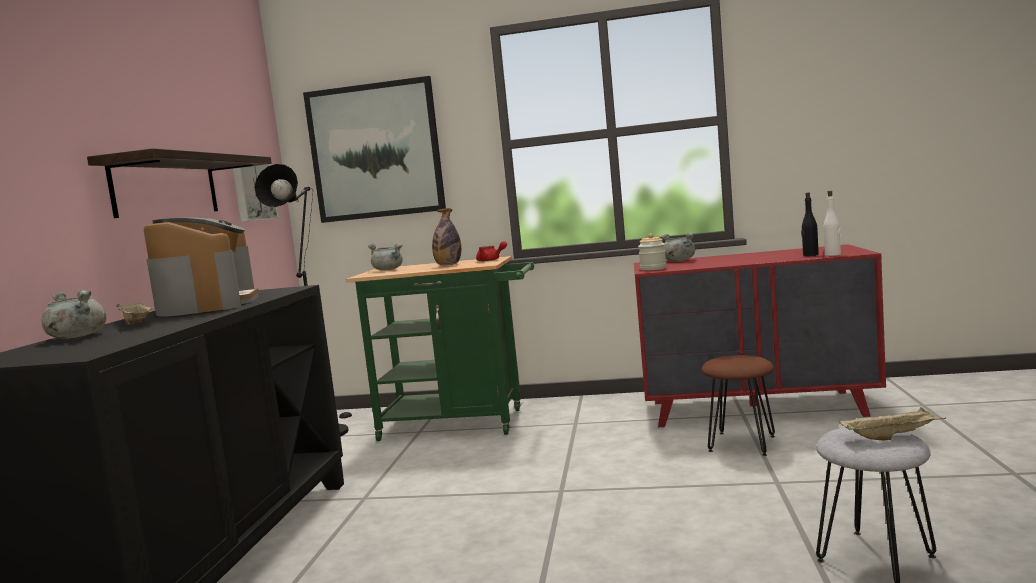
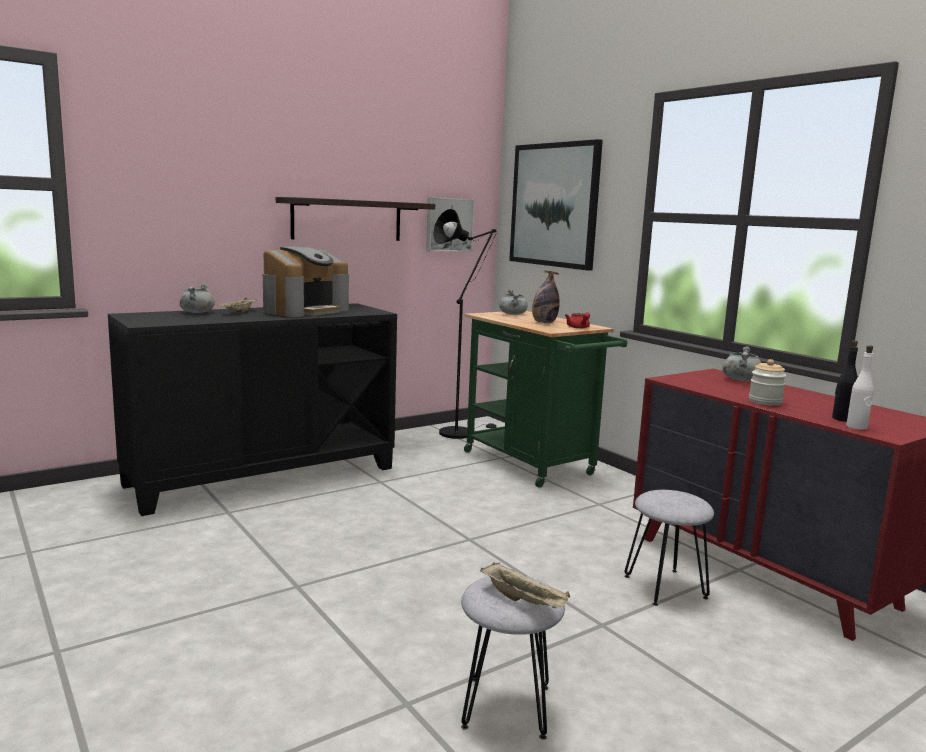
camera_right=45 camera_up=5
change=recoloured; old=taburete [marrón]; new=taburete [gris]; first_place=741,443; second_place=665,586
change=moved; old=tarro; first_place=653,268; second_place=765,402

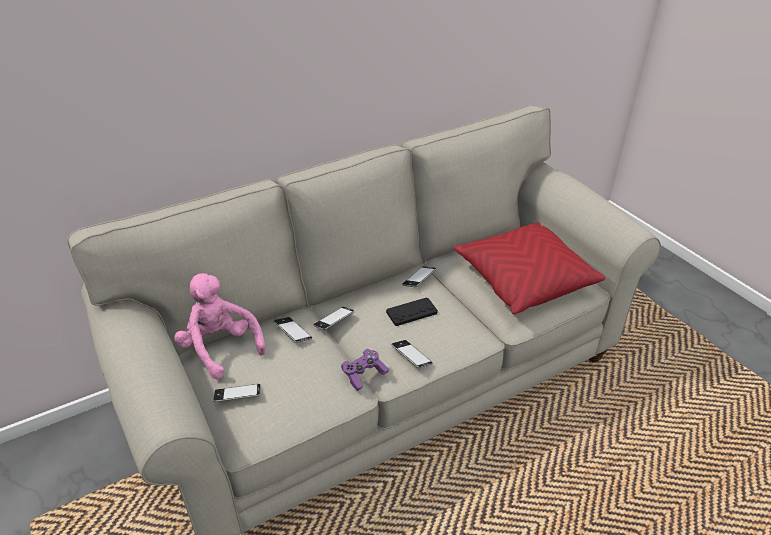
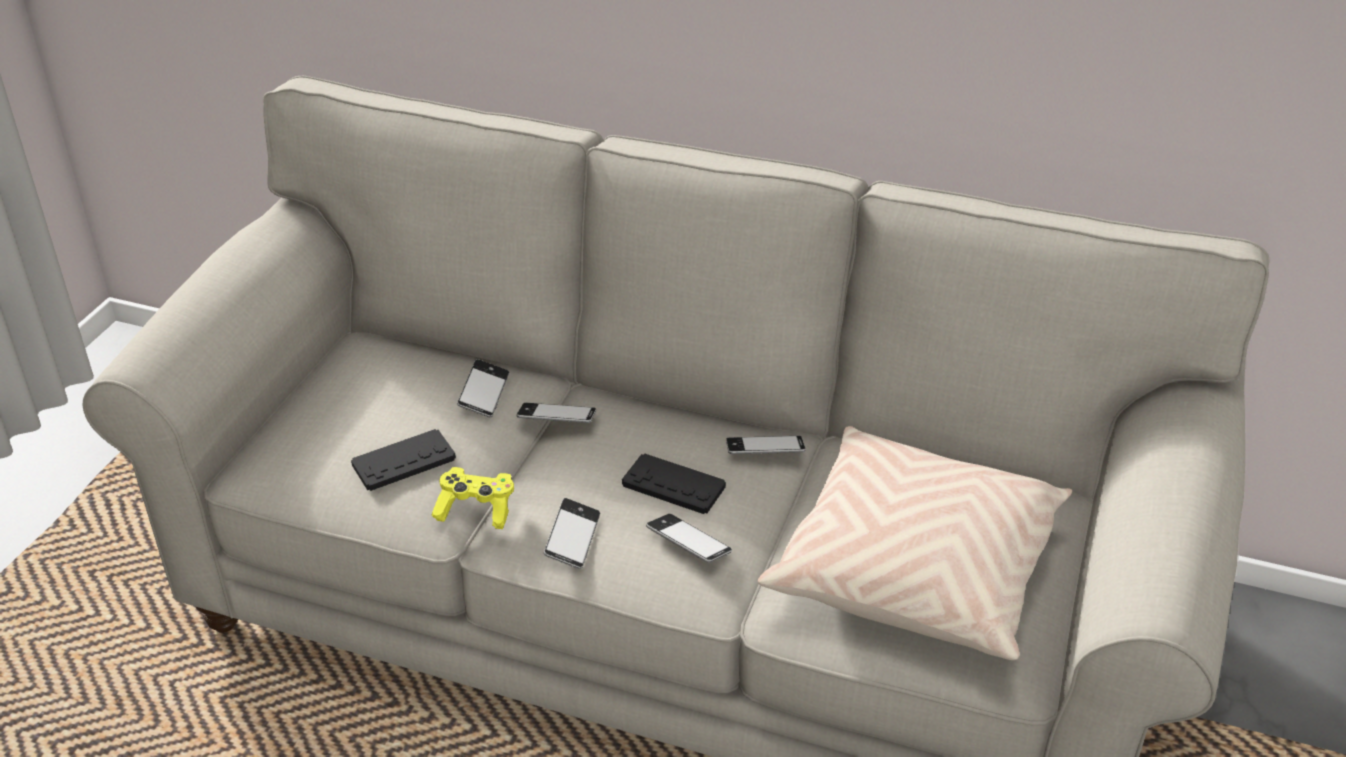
camera_right=50 camera_up=0
change=added; new=mando de consola [negro]; second_place=404,461
change=recoloured; old=mando de consola [morado]; new=mando de consola [amarillo]; first_place=364,374; second_place=476,509
change=moved; old=móvil; first_place=237,395; second_place=688,543
change=recoloured; old=cojín [rojo]; new=cojín [beis]; first_place=523,280; second_place=915,568
change=removed; old=peluche [rosa]; first_place=220,348

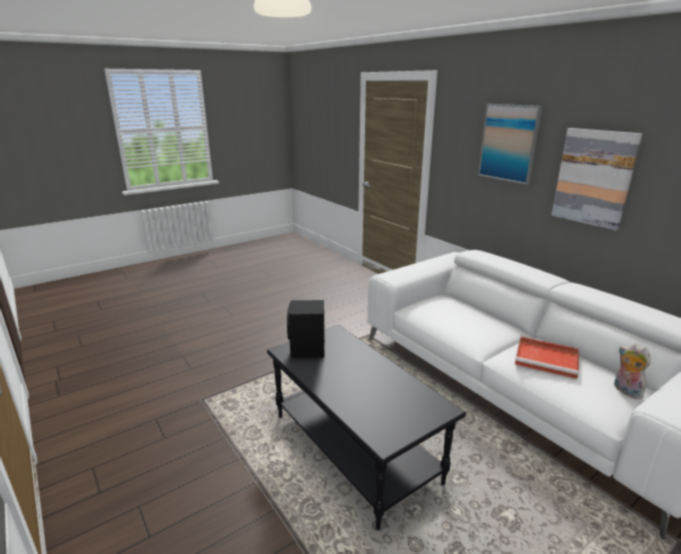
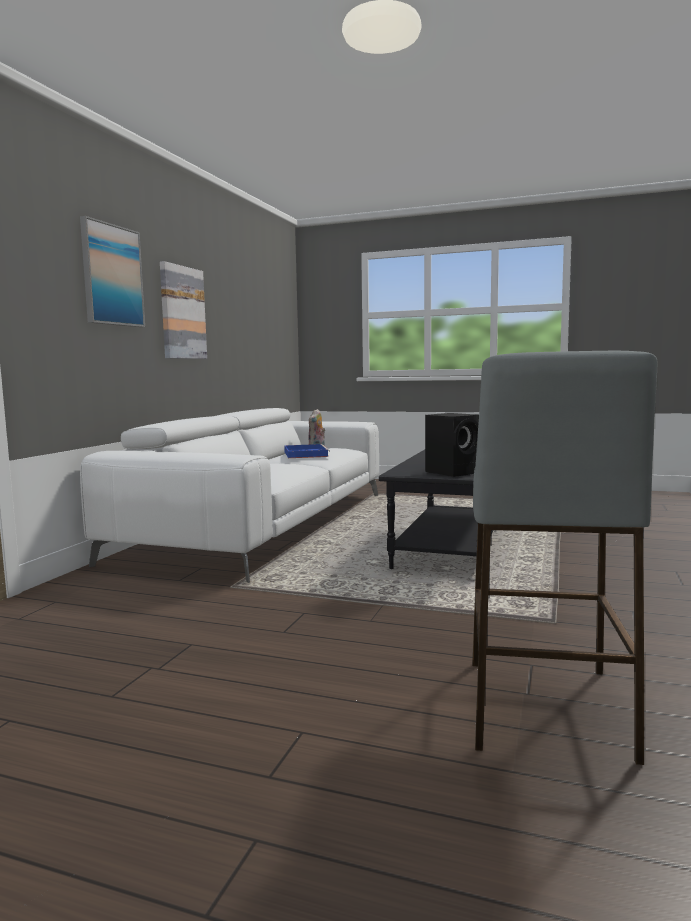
camera_right=-125 camera_up=-15
change=recoloured; old=bandeja [rojo]; new=bandeja [azul]; first_place=548,359; second_place=305,454
change=added; new=taburete [gris]; second_place=545,707

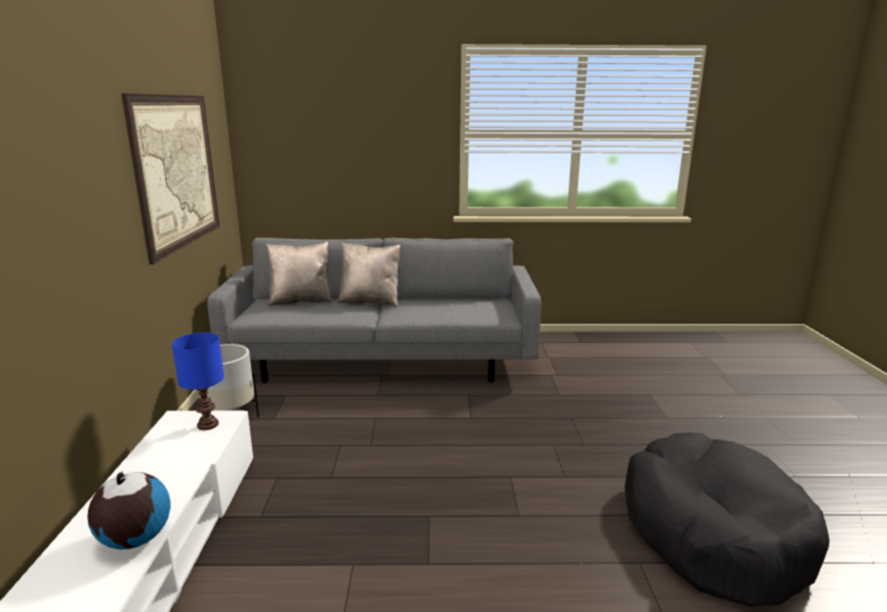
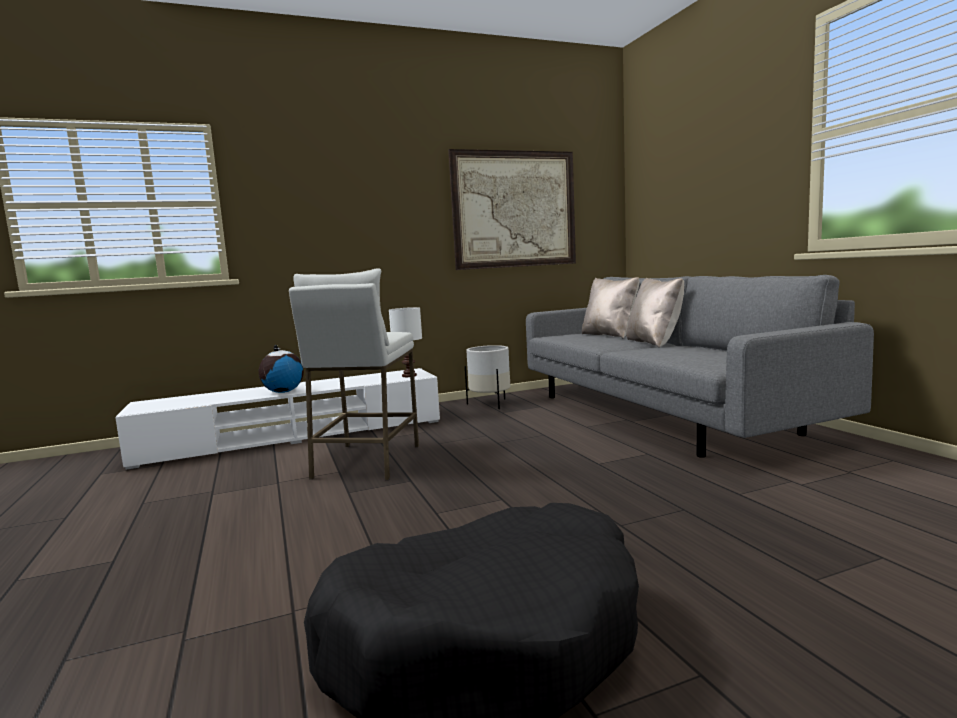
camera_right=70 camera_up=-10
change=added; new=taburete [blanco]; second_place=366,462
change=recoloured; old=lámpara de mesa [azul]; new=lámpara de mesa [blanco]; first_place=208,425; second_place=409,376

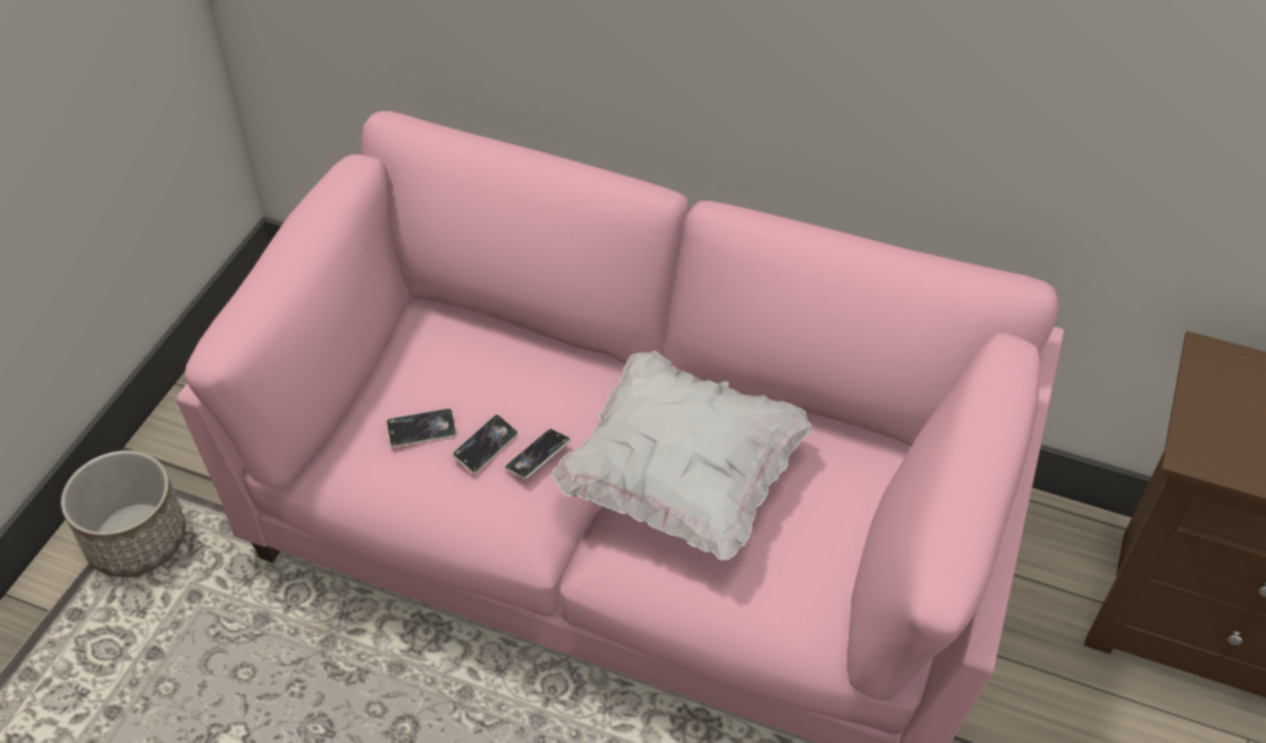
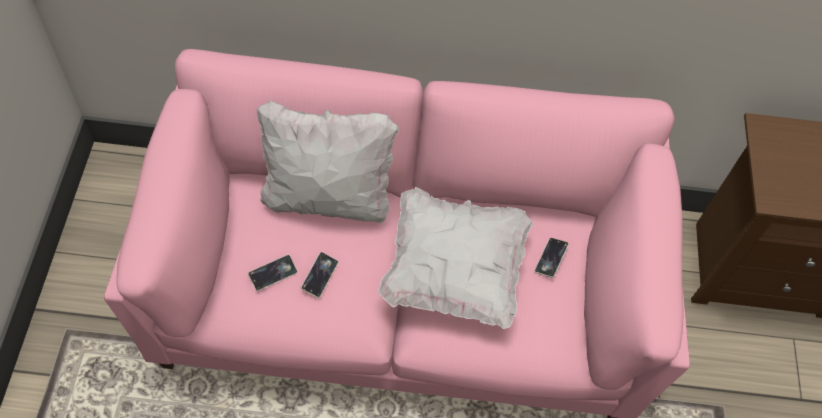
camera_right=-20 camera_up=10
change=added; new=cojín [blanco]; second_place=327,199
change=moved; old=móvil; first_place=538,456; second_place=551,259
change=removed; old=maceta; first_place=137,539

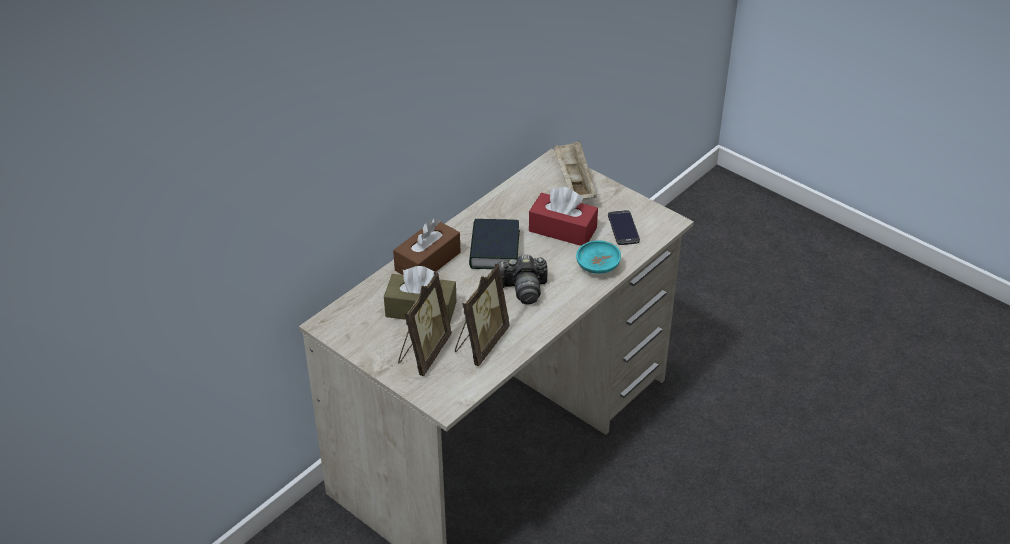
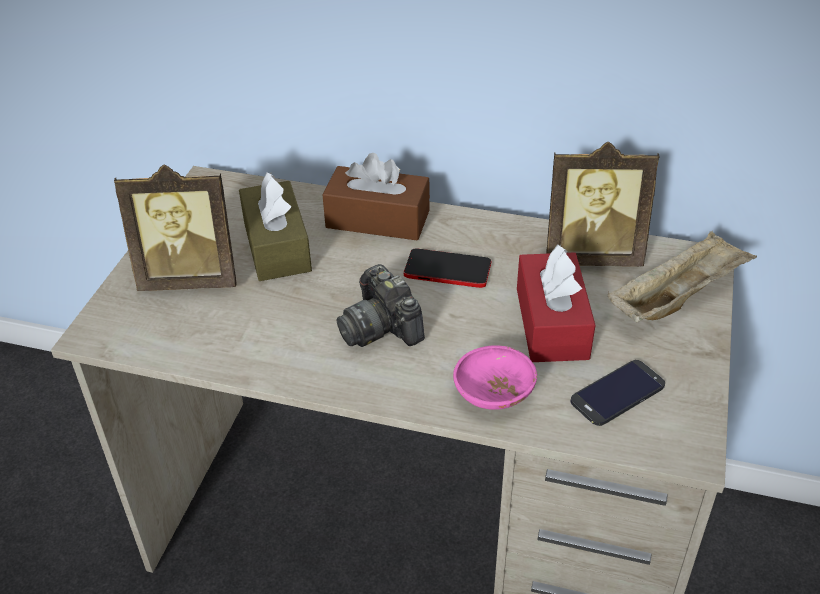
camera_right=65 camera_up=0
change=replaced; old=libro; new=móvil; first_place=494,250; second_place=447,270
change=recoloured; old=cuenco [turquesa]; new=cuenco [rosa]; first_place=597,267; second_place=493,394
change=moved; old=portarretratos; first_place=480,343; second_place=591,255

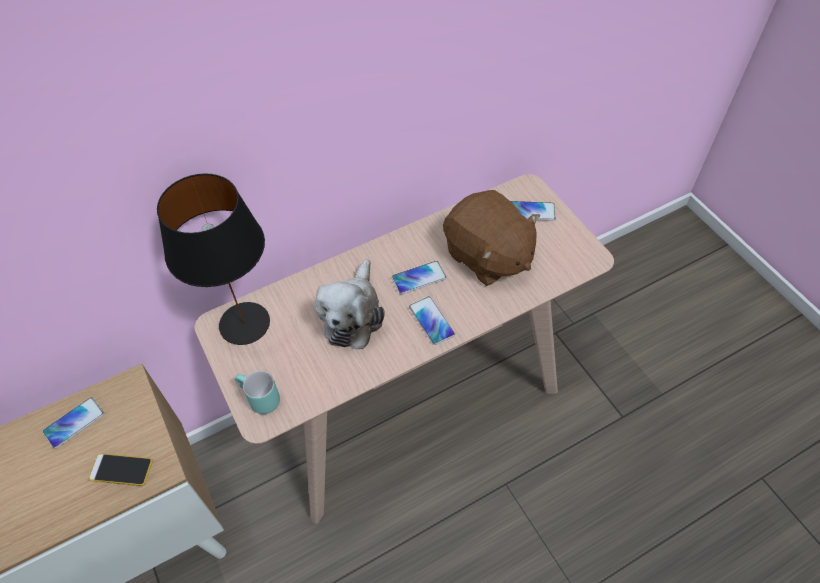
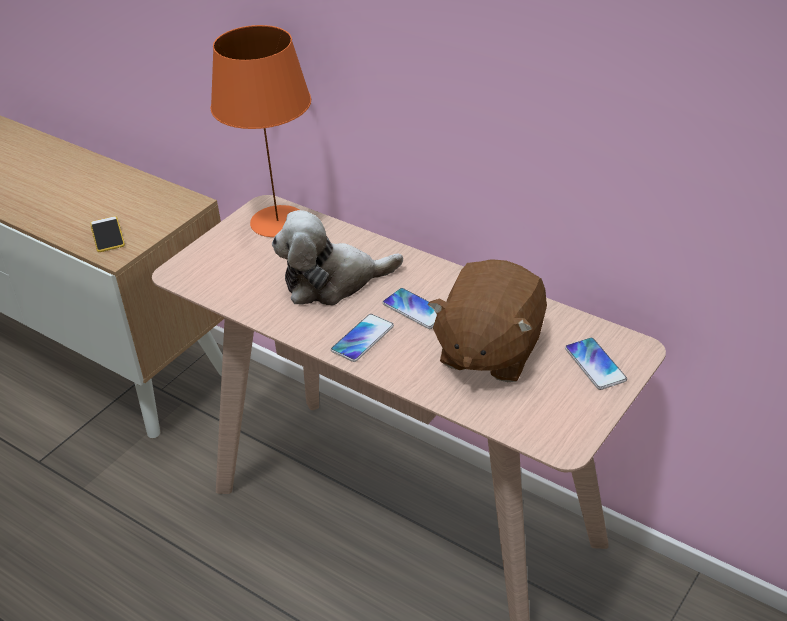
camera_right=65 camera_up=-15
change=recoloured; old=lámpara de mesa [negro]; new=lámpara de mesa [naranja]; first_place=243,323; second_place=277,221
change=removed; old=móvil; first_place=74,423
change=removed; old=taza grande [turquesa]; first_place=258,400

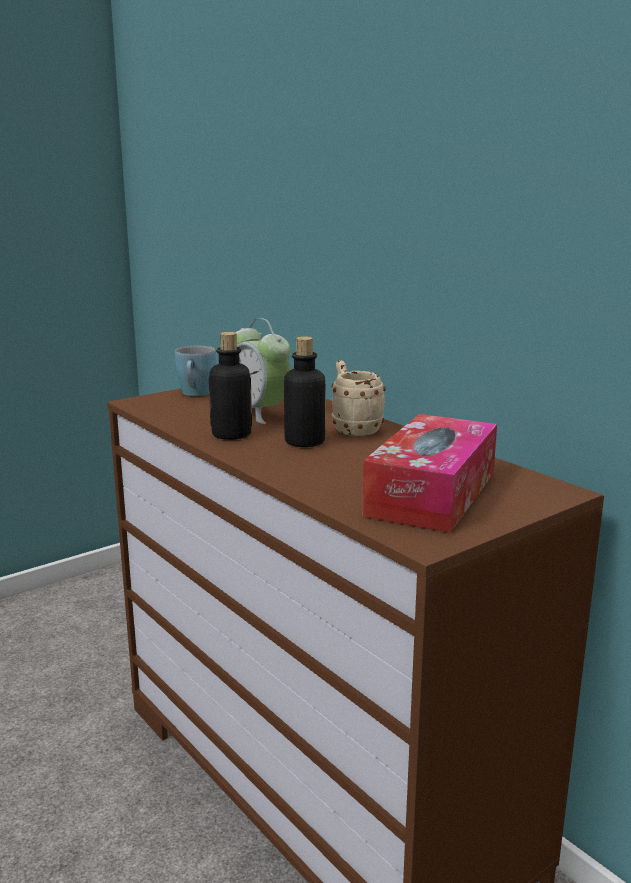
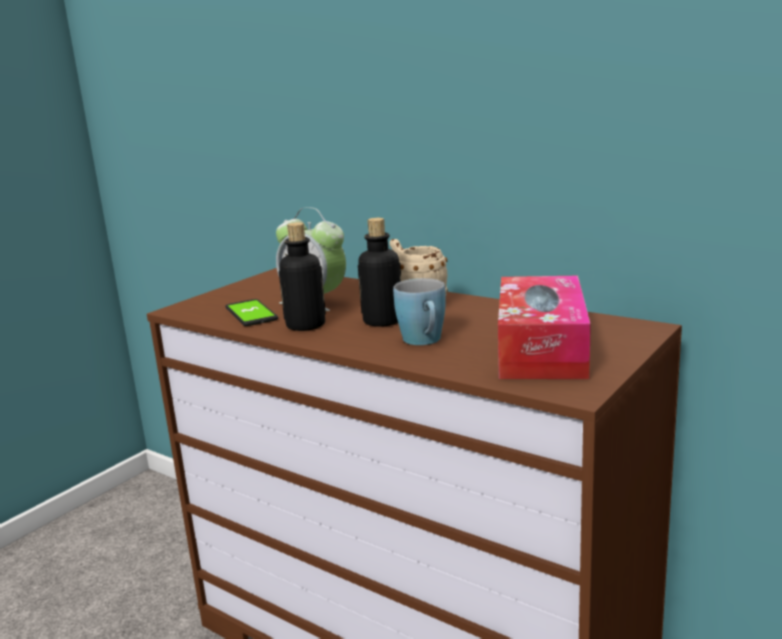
camera_right=-15 camera_up=0
change=added; new=móvil; second_place=251,314
change=moved; old=taza grande [azul]; first_place=196,394; second_place=424,342

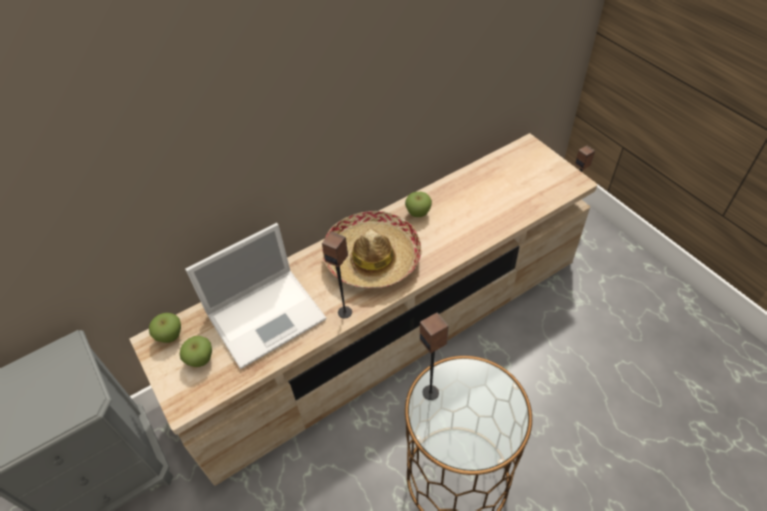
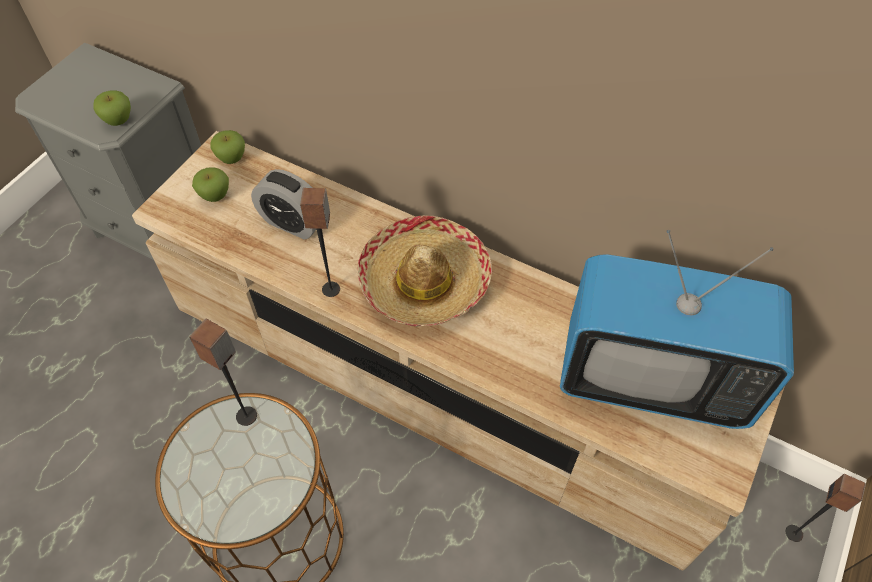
camera_right=60 camera_up=5
change=moved; old=manzana; first_place=418,213; second_place=118,120
change=replaced; old=portátil; new=despertador; first_place=268,315; second_place=293,223
change=added; new=televisor; second_place=652,379

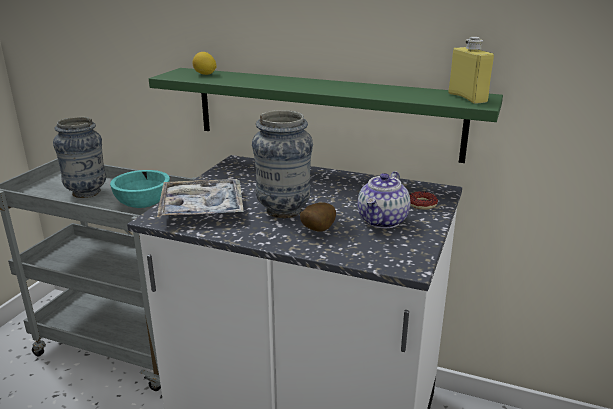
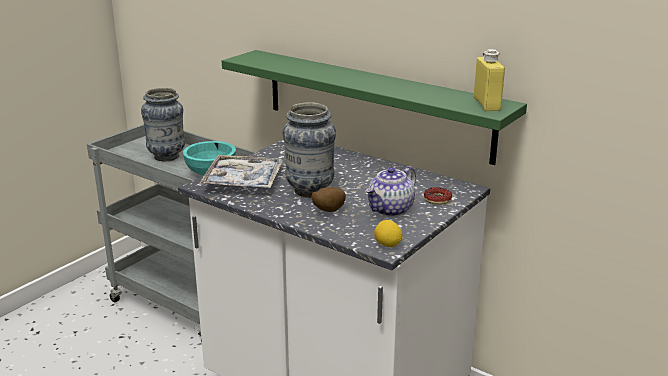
camera_right=15 camera_up=0
change=moved; old=limón; first_place=205,74; second_place=387,245

